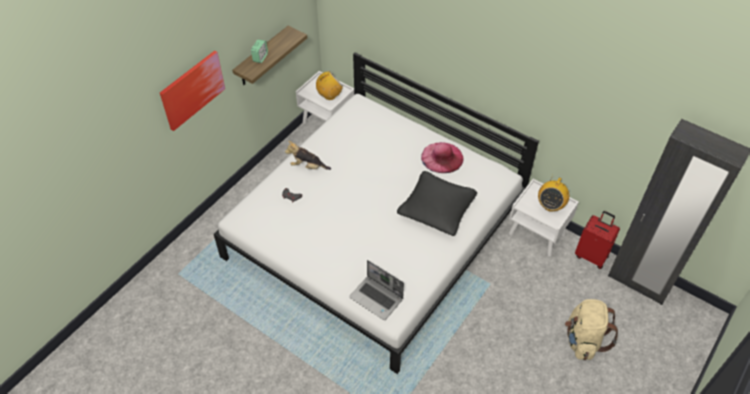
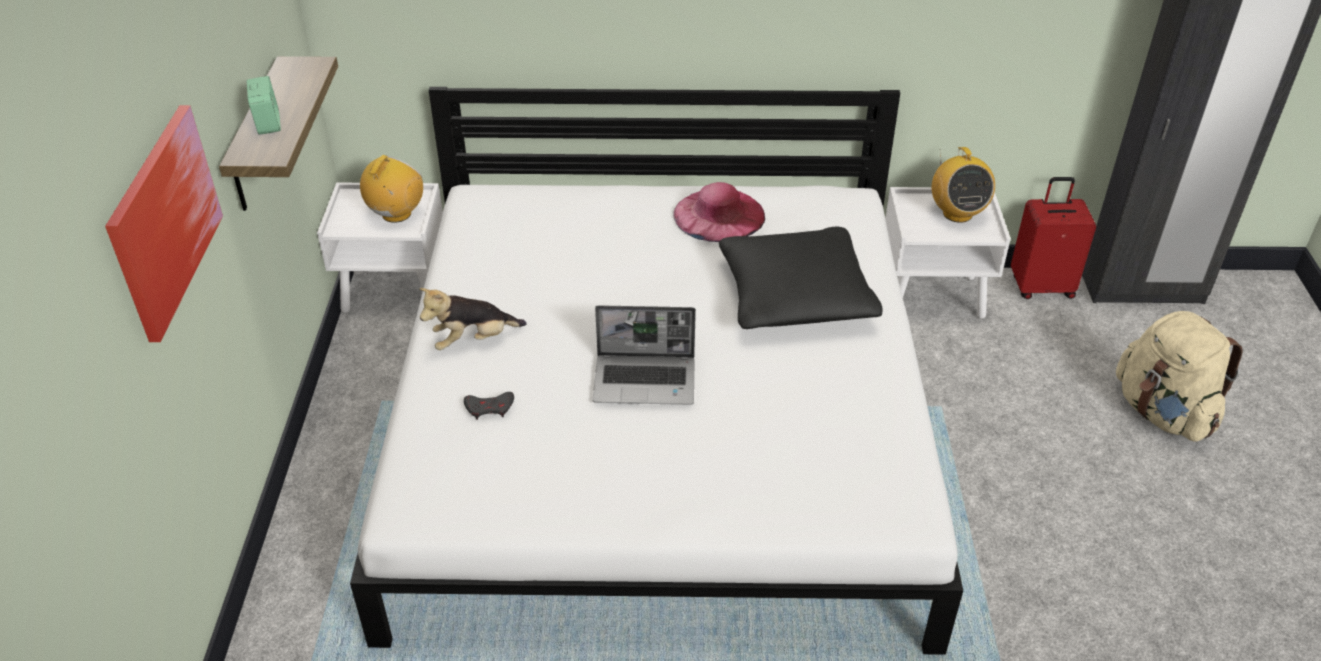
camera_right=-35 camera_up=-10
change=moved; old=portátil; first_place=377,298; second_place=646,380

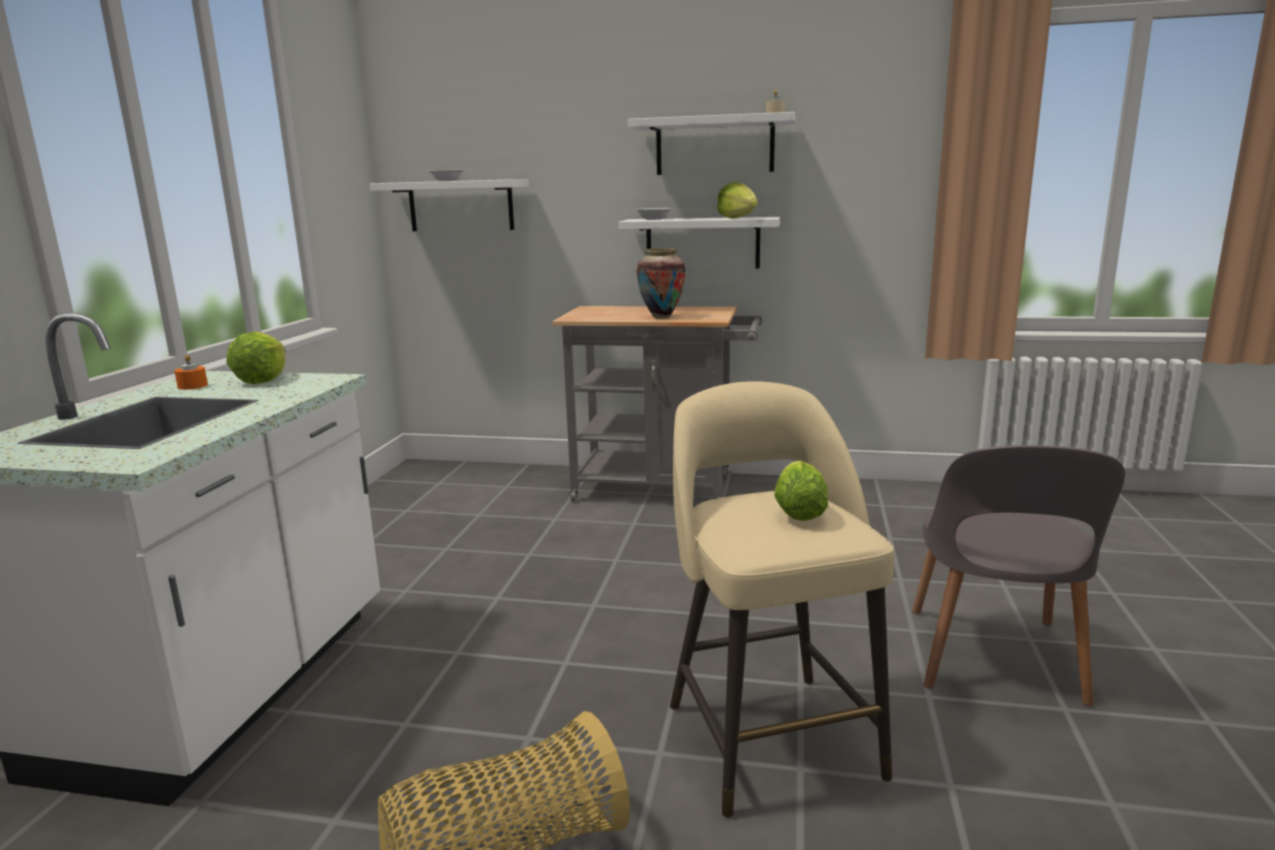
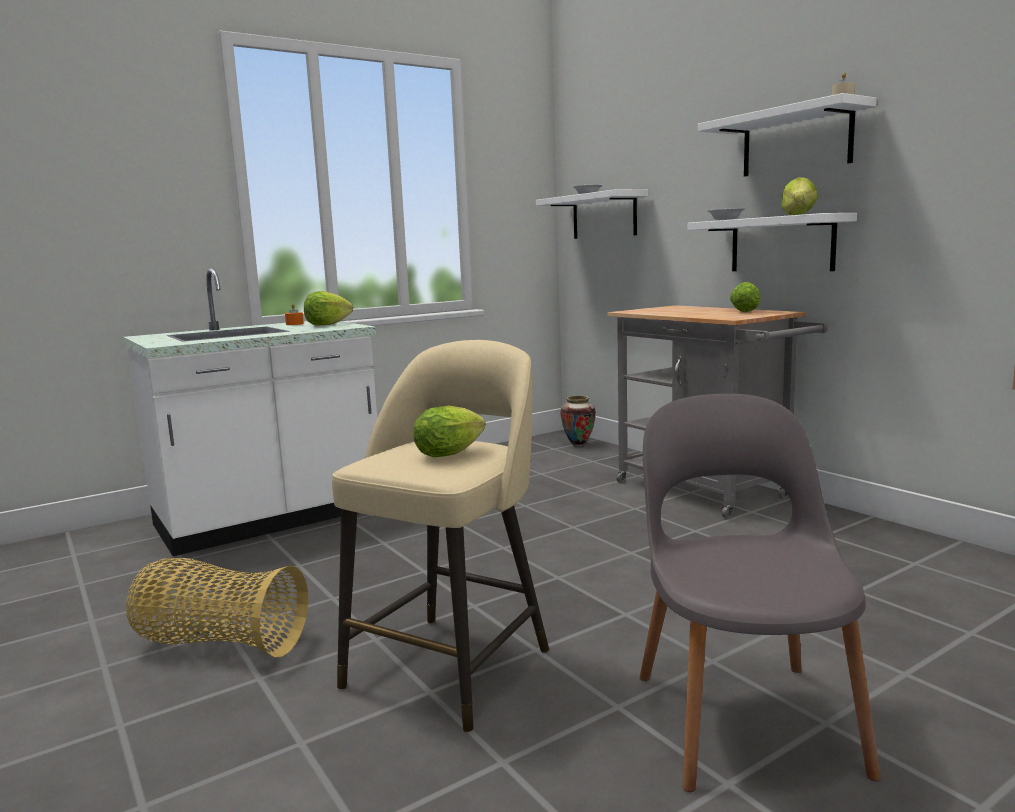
camera_right=45 camera_up=-5
change=moved; old=florero; first_place=661,317; second_place=578,445
change=turned; old=silla [gris]; first_place=993,659; second_place=744,715; degrees=120
change=added; new=lechuga; second_place=745,311

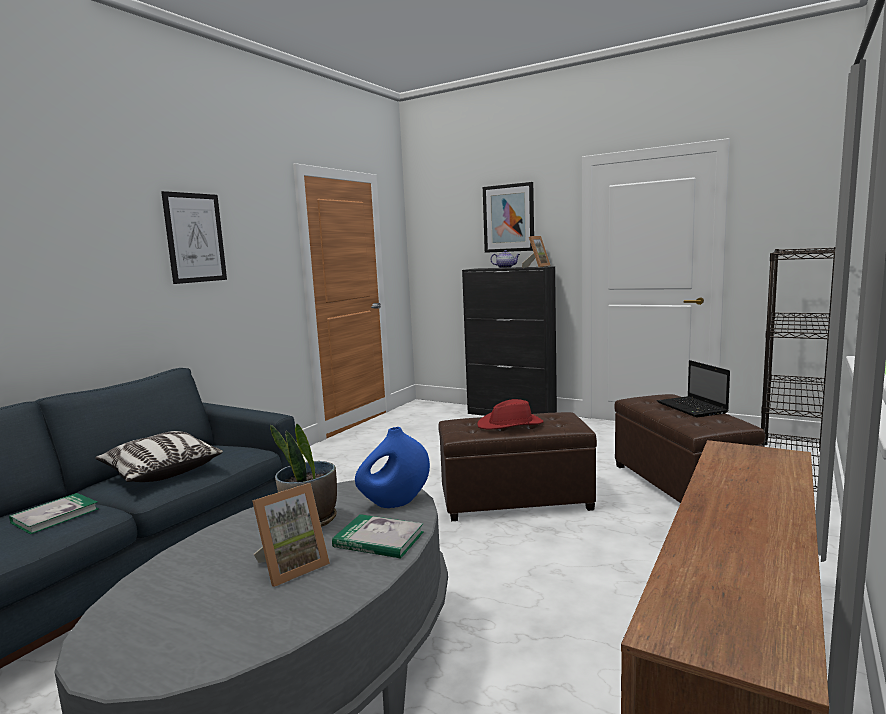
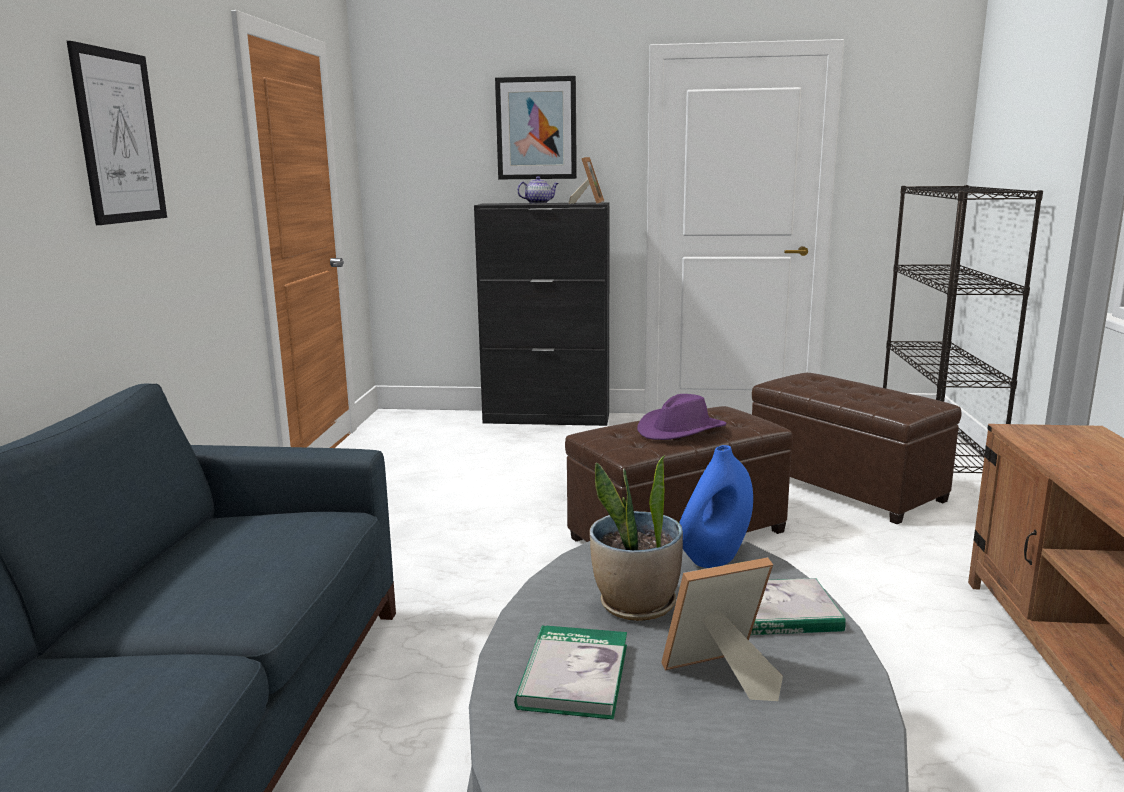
camera_right=-25 camera_up=5
change=moved; old=libro; first_place=55,516; second_place=574,675
change=recoloured; old=sombrero [rojo]; new=sombrero [morado]; first_place=510,424; second_place=681,430
change=turned; old=portarretratos; first_place=291,567; second_place=720,677; degrees=-135
change=removed; old=cojín; first_place=160,472
change=removed; old=portátil; first_place=693,408

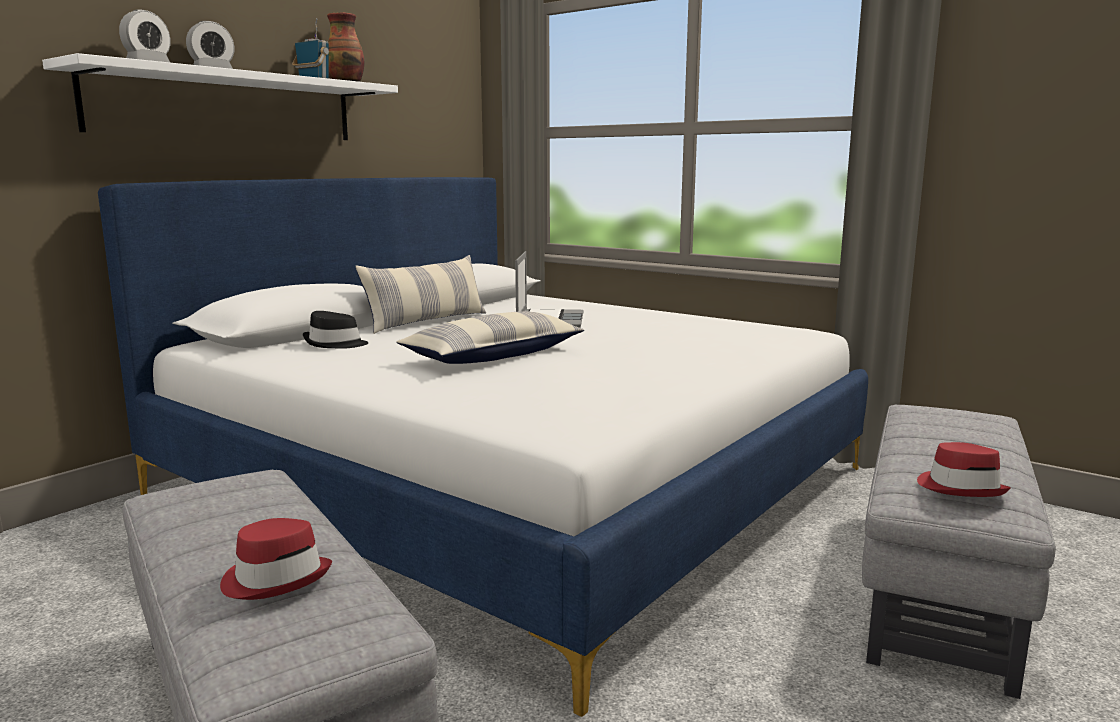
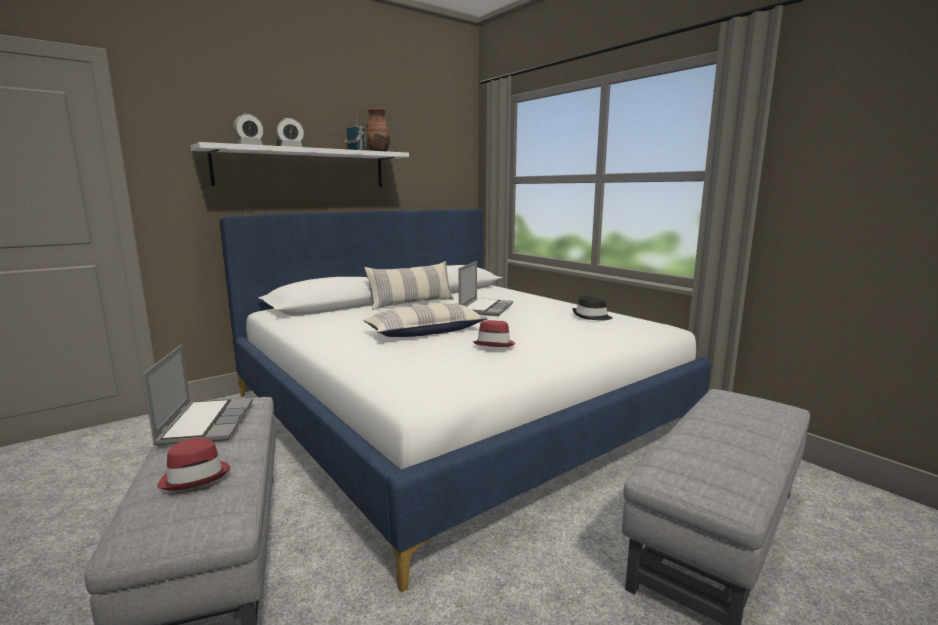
camera_right=15 camera_up=0
change=added; new=portátil; second_place=206,423
change=moved; old=sombrero [rojo]; first_place=961,487; second_place=494,343
change=moved; old=sombrero [negro]; first_place=335,344; second_place=591,317

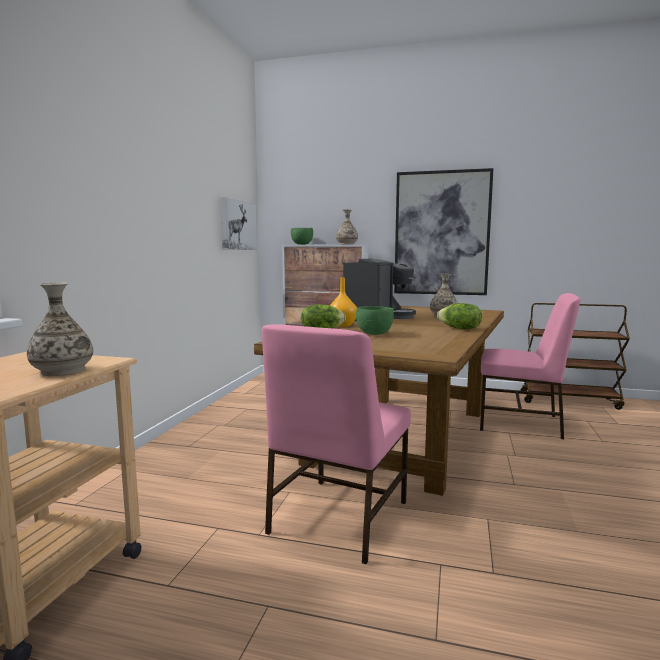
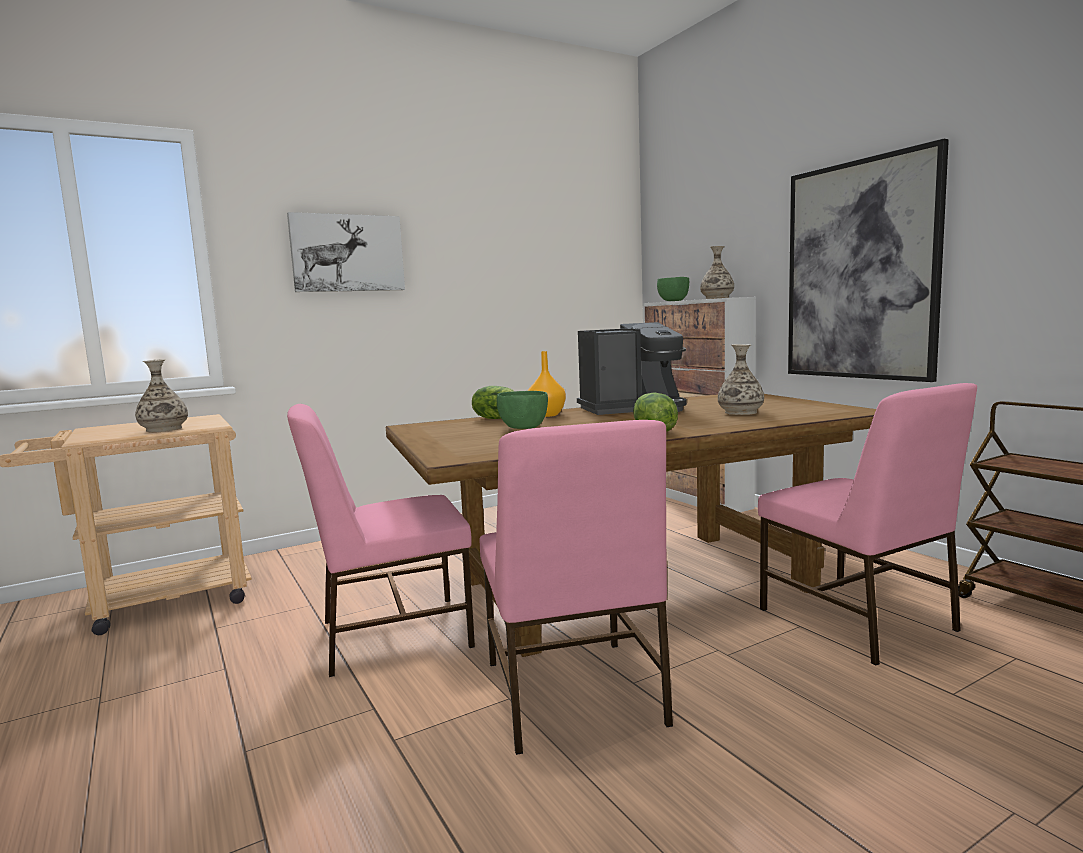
camera_right=45 camera_up=0
change=moved; old=cuadro; first_place=237,225; second_place=347,253
change=added; new=silla [rosa]; second_place=572,694

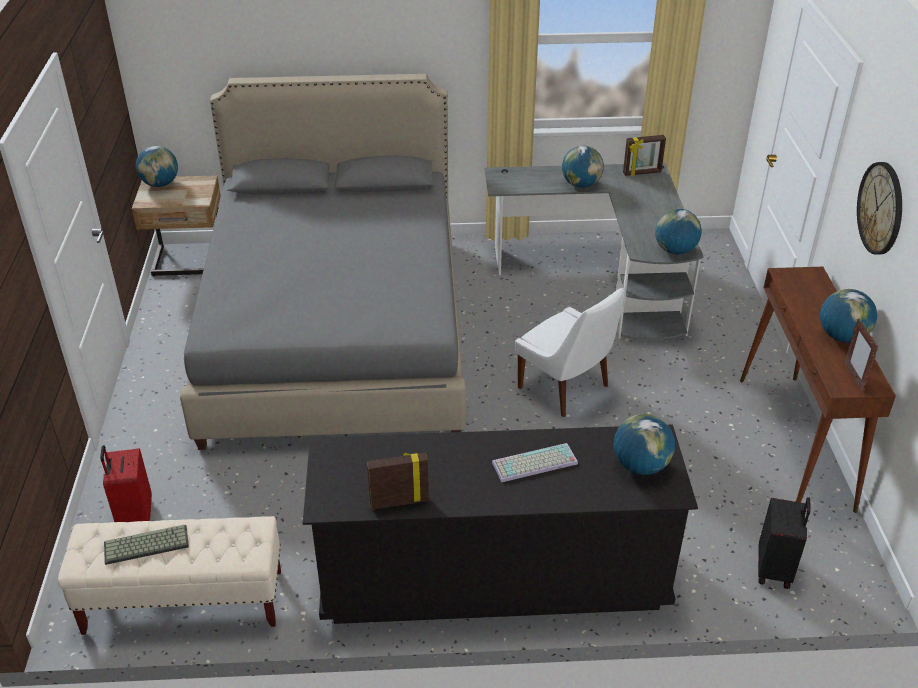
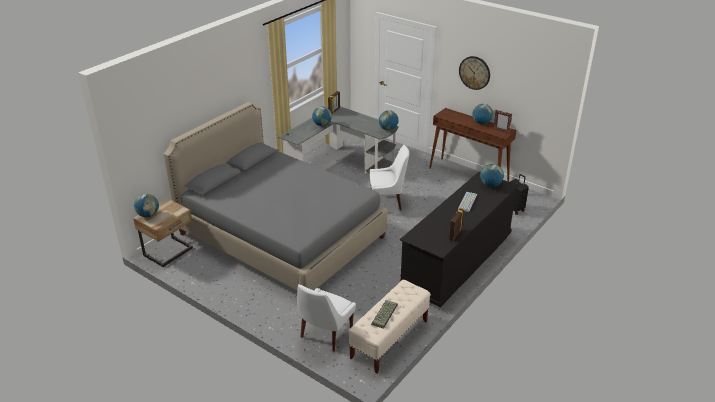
camera_right=-50 camera_up=-5
change=replaced; old=maleta [rojo]; new=silla [blanco]; first_place=134,516; second_place=325,334

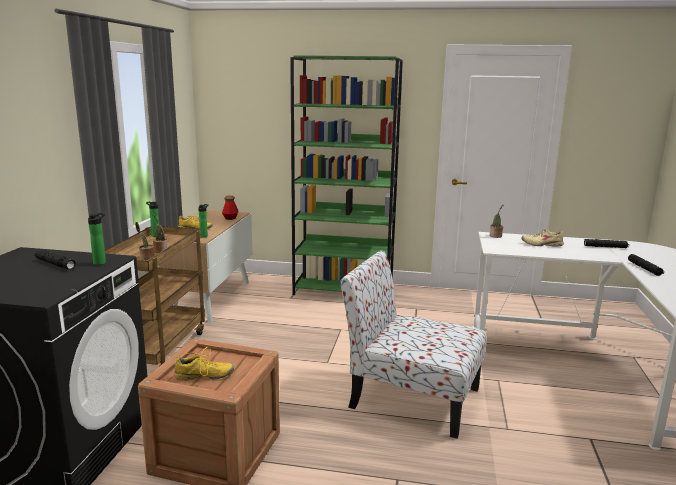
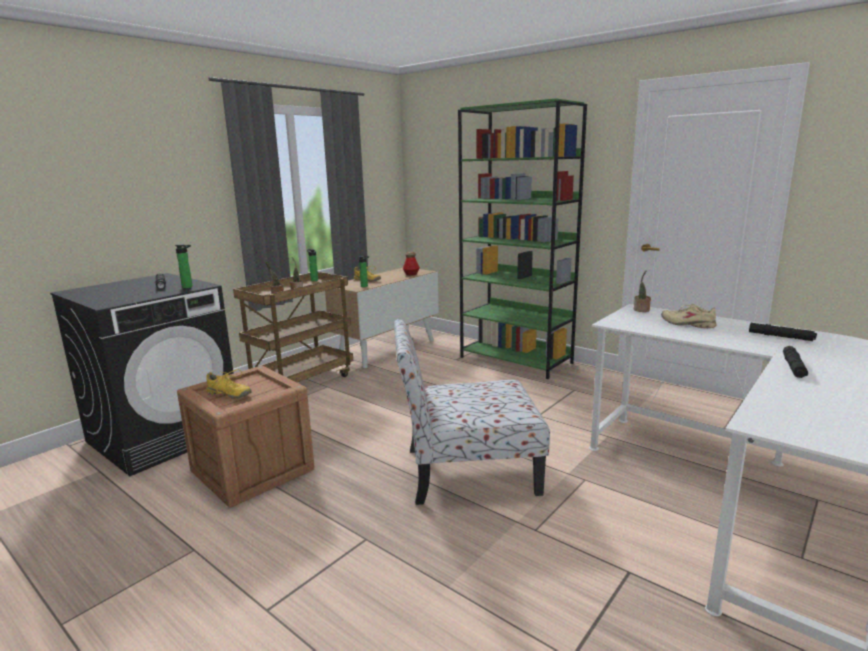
camera_right=30 camera_up=0
change=turned; old=silla; first_place=411,397; second_place=467,471; degrees=-60

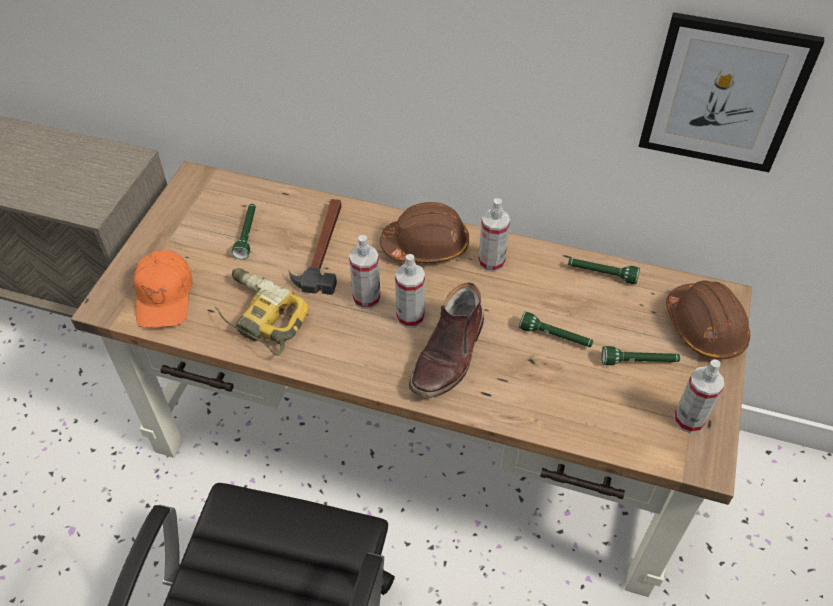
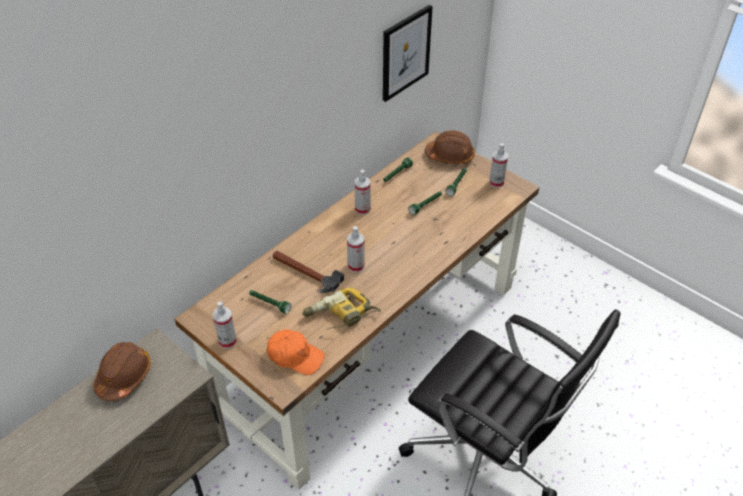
camera_right=-65 camera_up=-5
change=moved; old=casco [marrón]; first_place=426,245; second_place=124,376
change=moved; old=pulverizador; first_place=410,317; second_place=227,341
change=removed; old=bota [marrón]; first_place=449,355

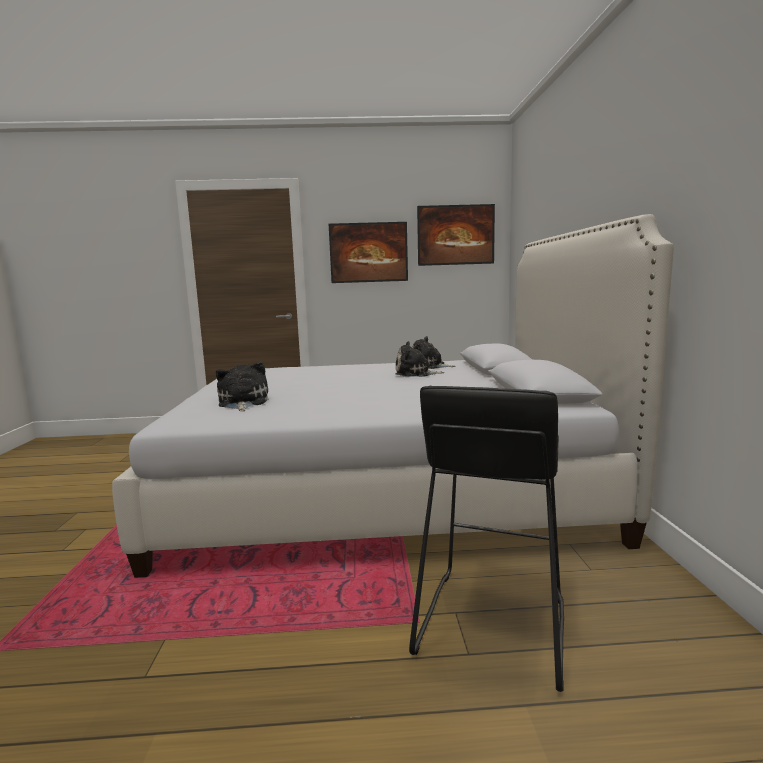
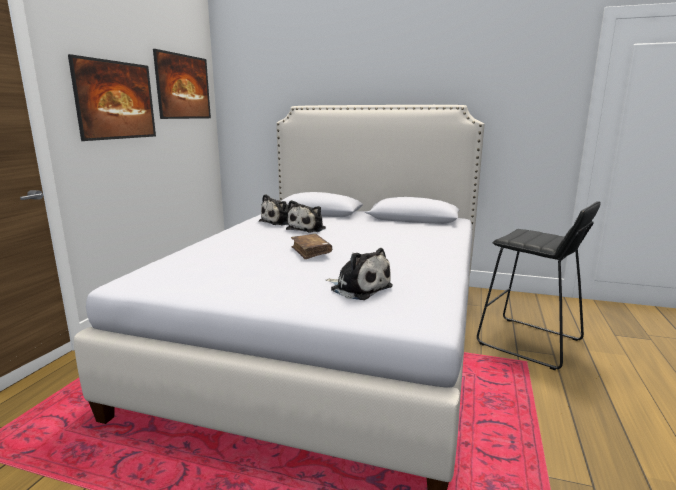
camera_right=-70 camera_up=5
change=added; new=libro [marrón]; second_place=311,251
change=turned; old=peluche; first_place=242,403; second_place=359,288; degrees=-150

